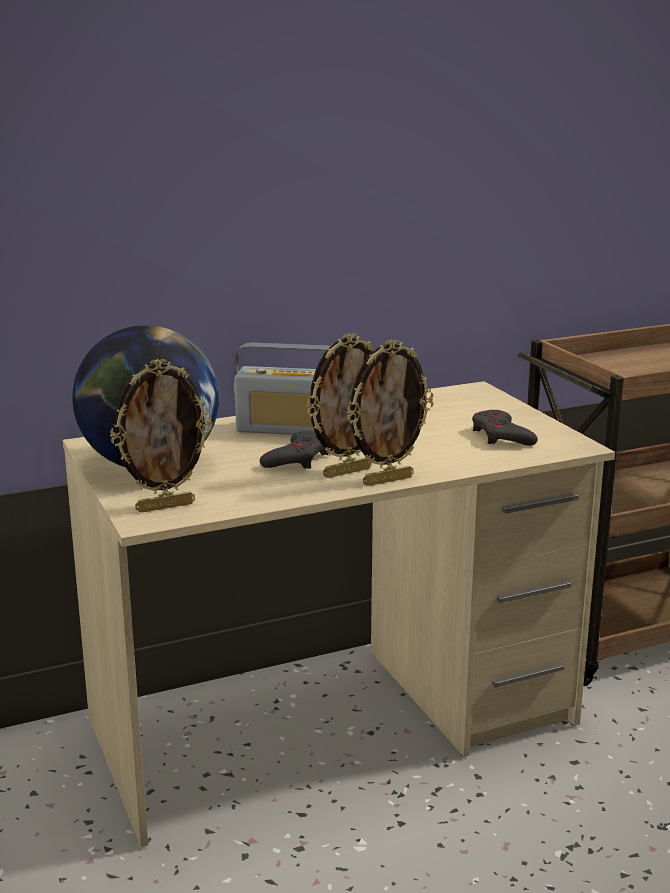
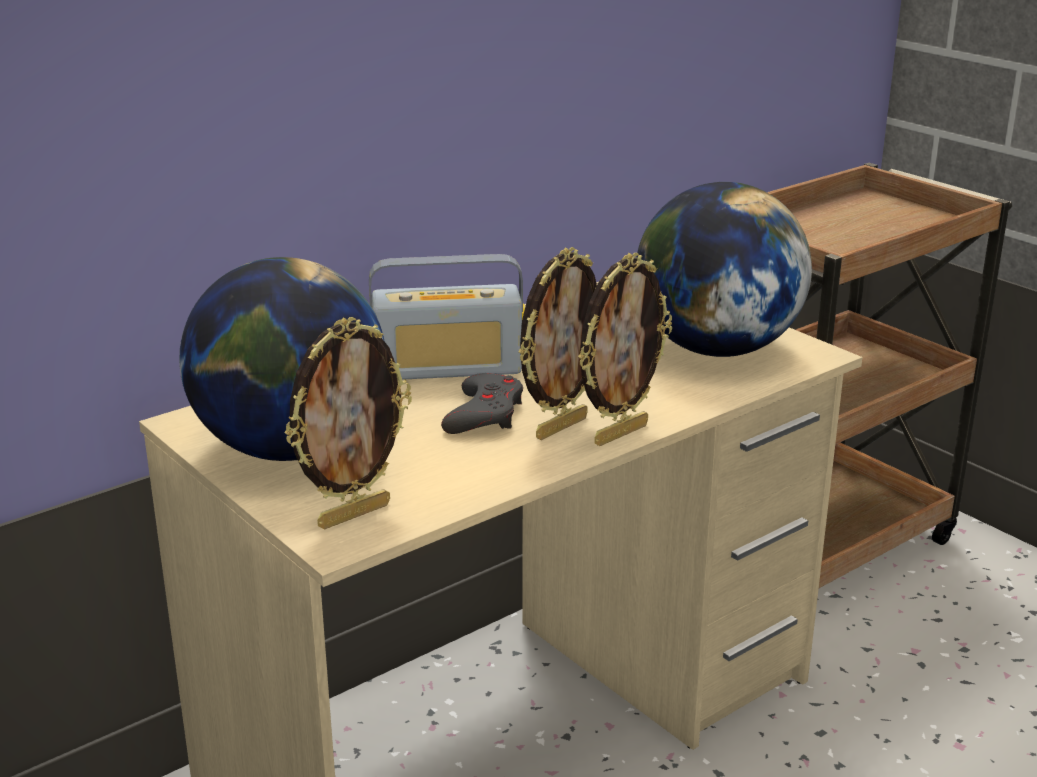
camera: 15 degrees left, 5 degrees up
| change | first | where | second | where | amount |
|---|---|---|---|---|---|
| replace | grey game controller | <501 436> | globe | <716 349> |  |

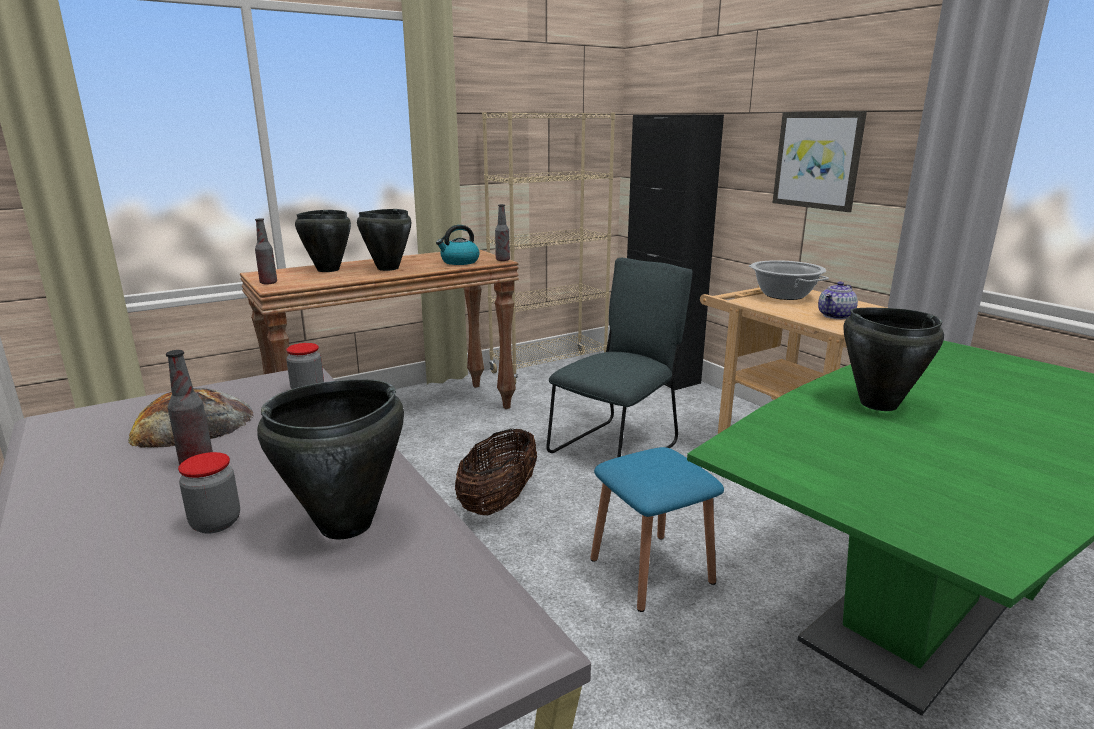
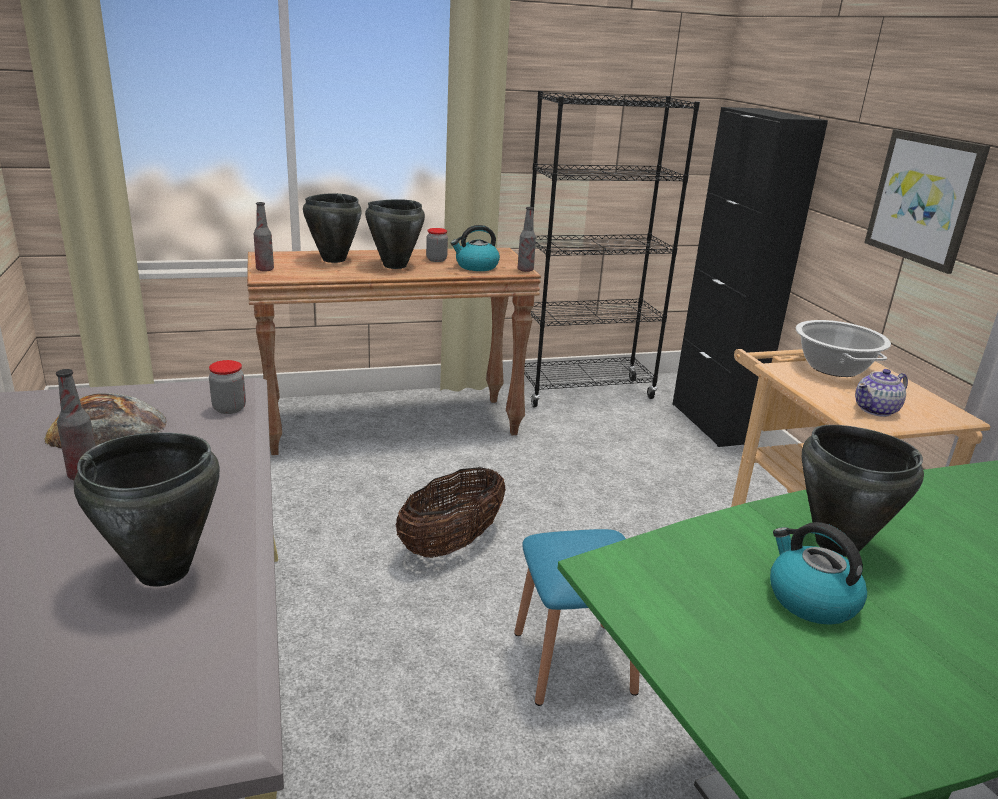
camera: 15 degrees right, 5 degrees up
| change | first | where | second | where | amount |
|---|---|---|---|---|---|
| recolor | beige bookcase | <549 368> | black bookcase | <585 393> |  |
| delete | grey chair | <617 447> |  |  |  |
| move | jar | <216 523> |  | <436 260> |  |
| insert |  |  | kettle | <810 599> |  |

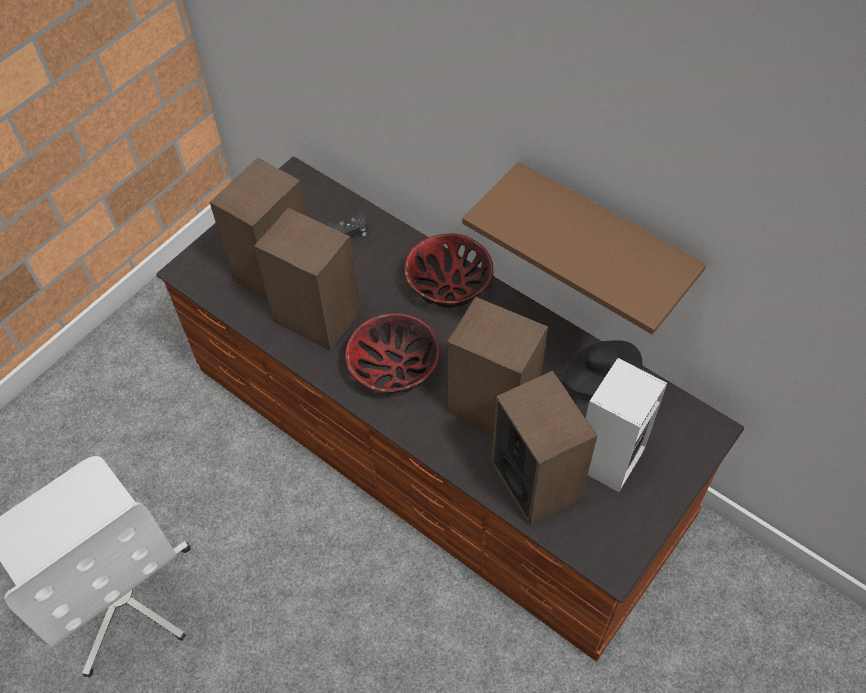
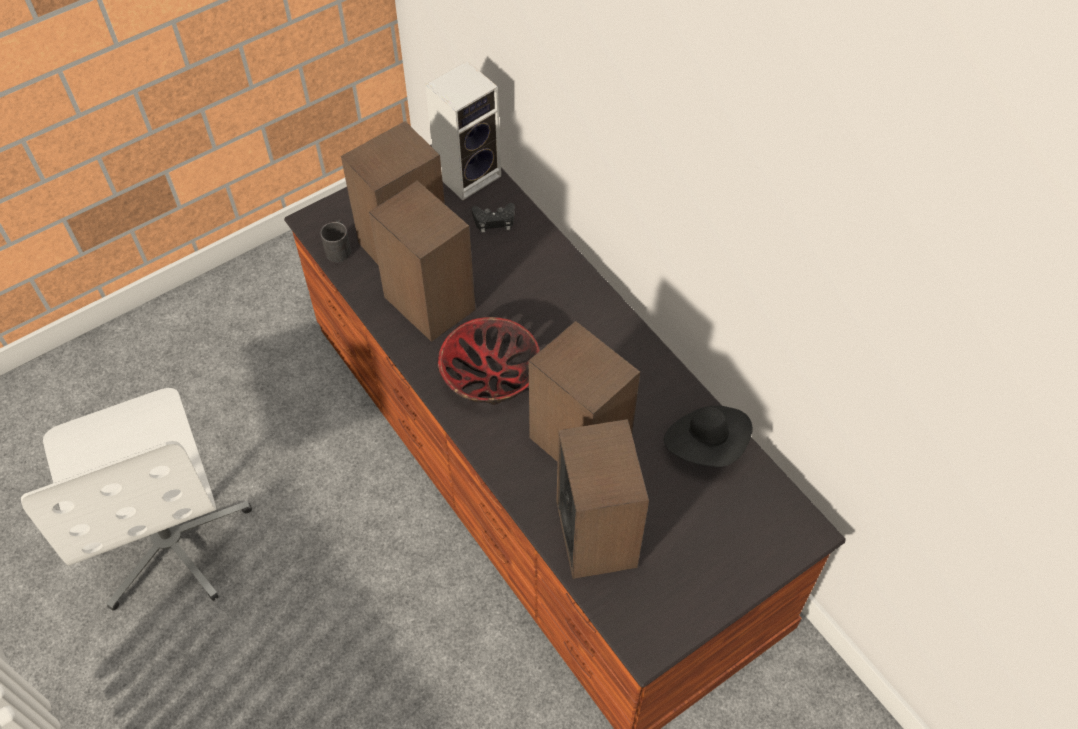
camera: 15 degrees right, 0 degrees up
| change | first | where | second | where | amount |
|---|---|---|---|---|---|
| delete | brown shelf | <603 237> |  |  |  |
| delete | bowl | <448 284> |  |  |  |
| move | speaker | <609 456> |  | <469 173> |  |
| insert |  |  | black mug | <339 247> |  |

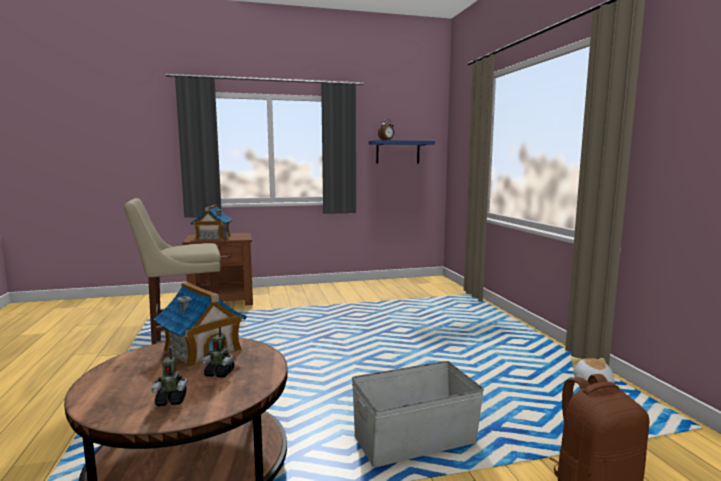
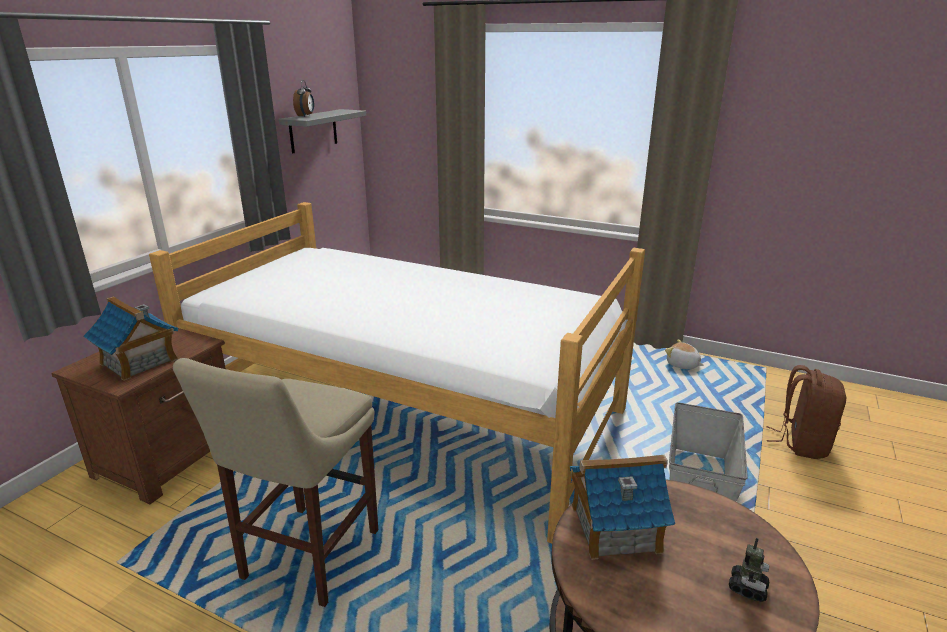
camera: 50 degrees left, 15 degrees up
| change | first | where | second | where | amount |
|---|---|---|---|---|---|
| recolor | blue shelf | <397 152> | grey shelf | <313 131> |  |
| delete | toy robot | <219 373> |  |  |  |
| insert |  |  | bed | <408 411> |  |

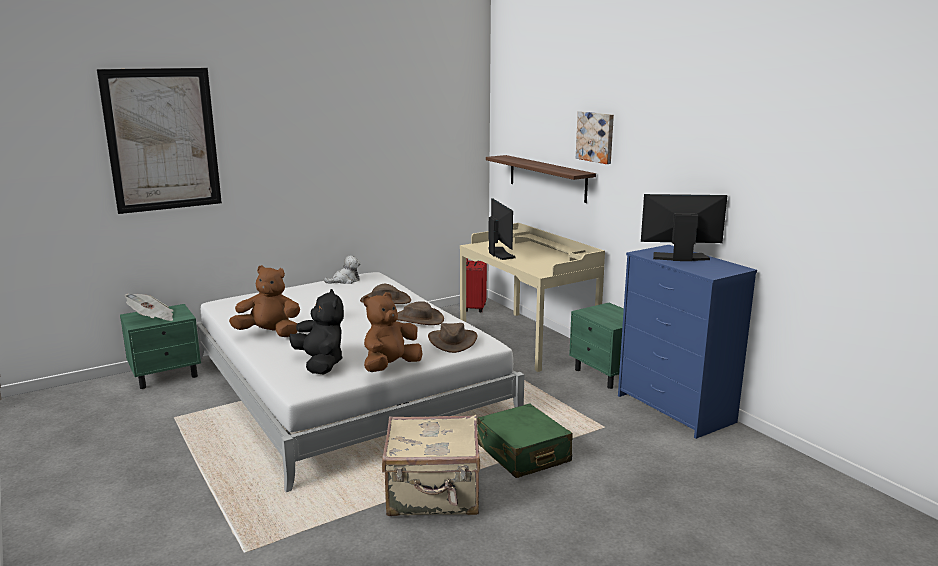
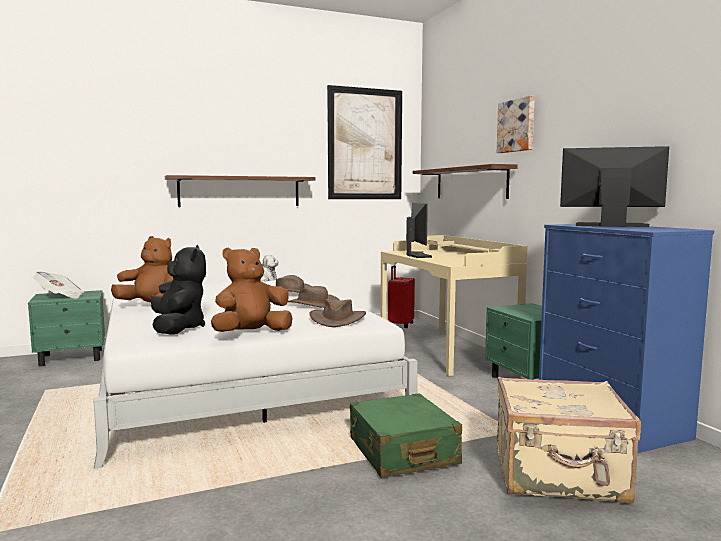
camera: 10 degrees right, 10 degrees down
| change | first | where | second | where | amount |
|---|---|---|---|---|---|
| move | picture | <162 140> |  | <365 144> |  |
| move | beige suitcase | <434 495> |  | <559 476> |  |
| insert |  |  | shelf | <240 191> |  |

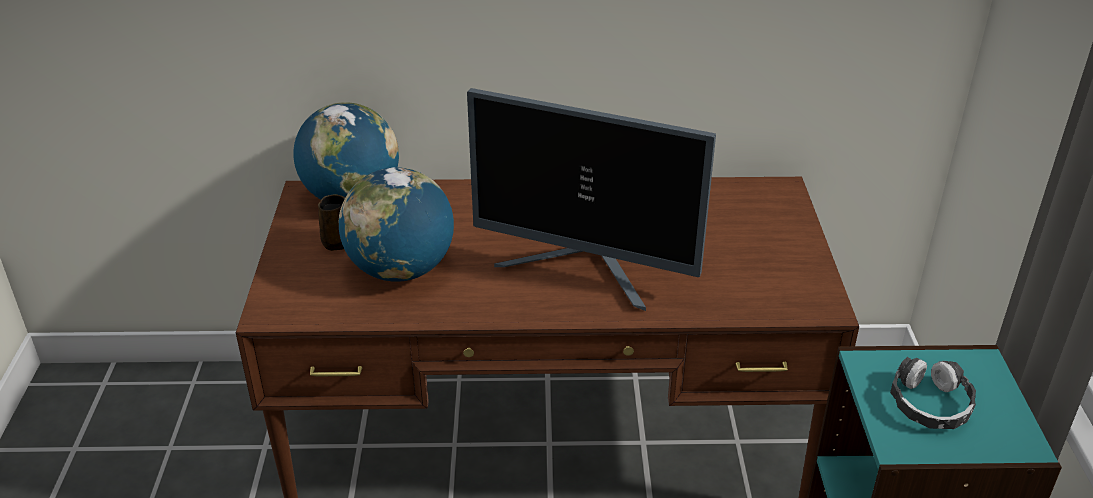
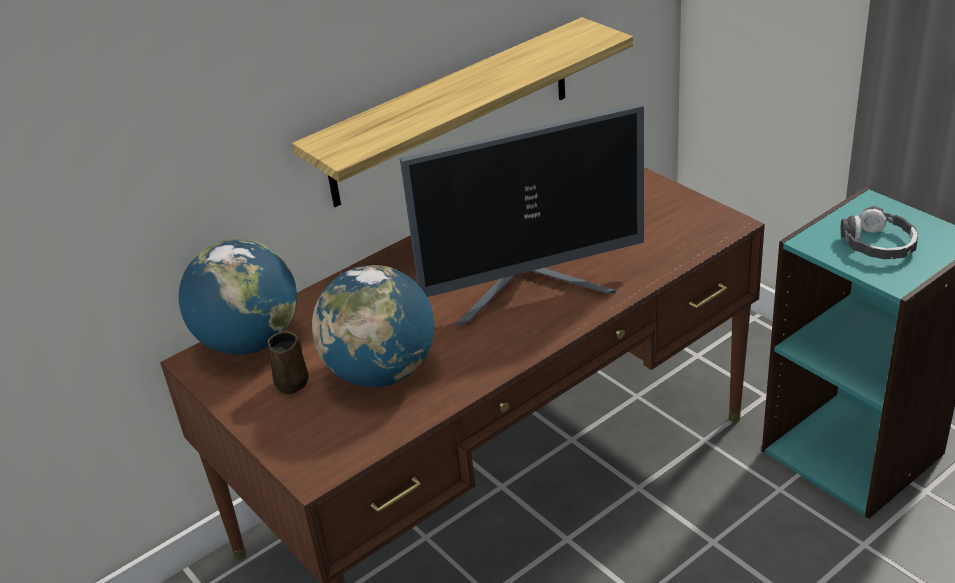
camera: 35 degrees left, 0 degrees up
| change | first | where | second | where | amount |
|---|---|---|---|---|---|
| insert |  |  | shelf | <451 112> |  |

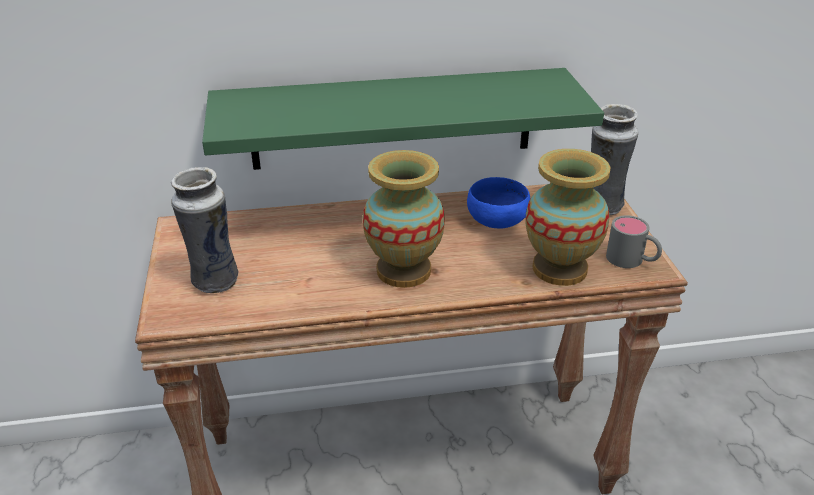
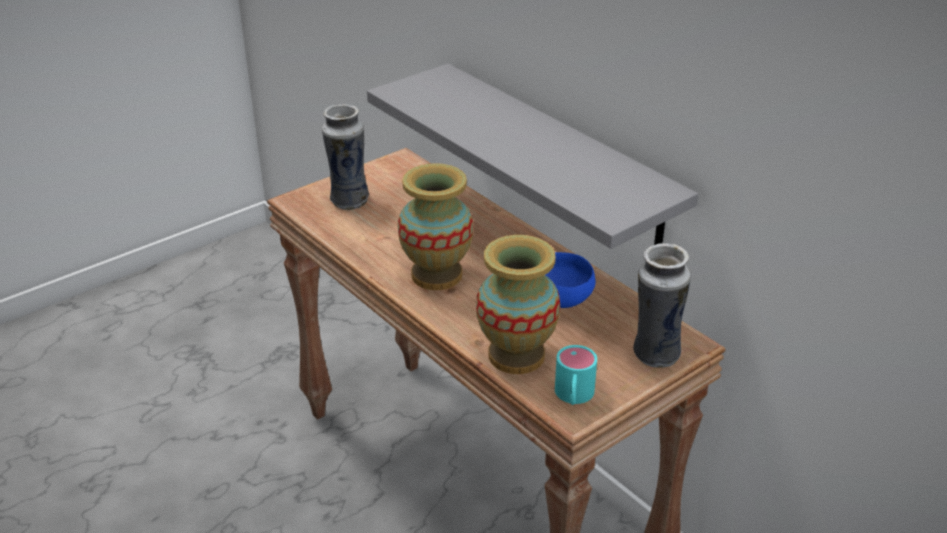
camera: 60 degrees right, 0 degrees up
| change | first | where | second | where | amount |
|---|---|---|---|---|---|
| recolor | green shelf | <392 119> | grey shelf | <557 160> |  |
| recolor | grey mug | <632 260> | turquoise mug | <573 397> |  |

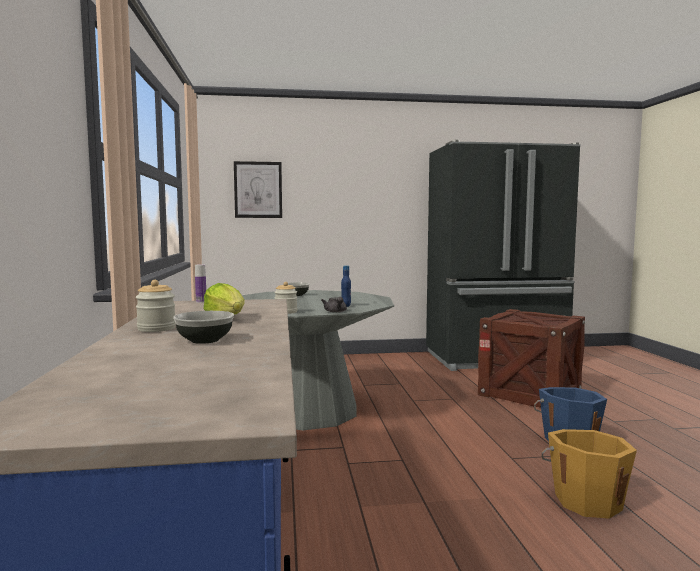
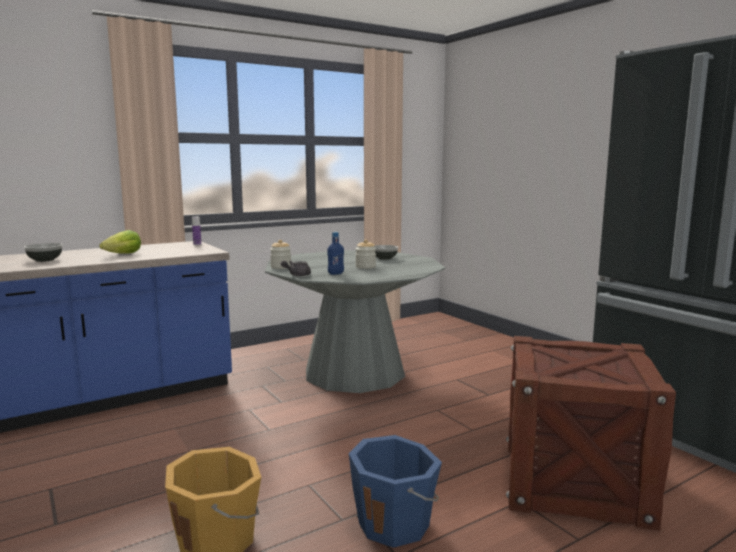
camera: 65 degrees right, 5 degrees up
| change | first | where | second | where | amount |
|---|---|---|---|---|---|
| delete | picture | <258 190> |  |  |  |
| move | jar | <156 328> |  | <365 267> |  |

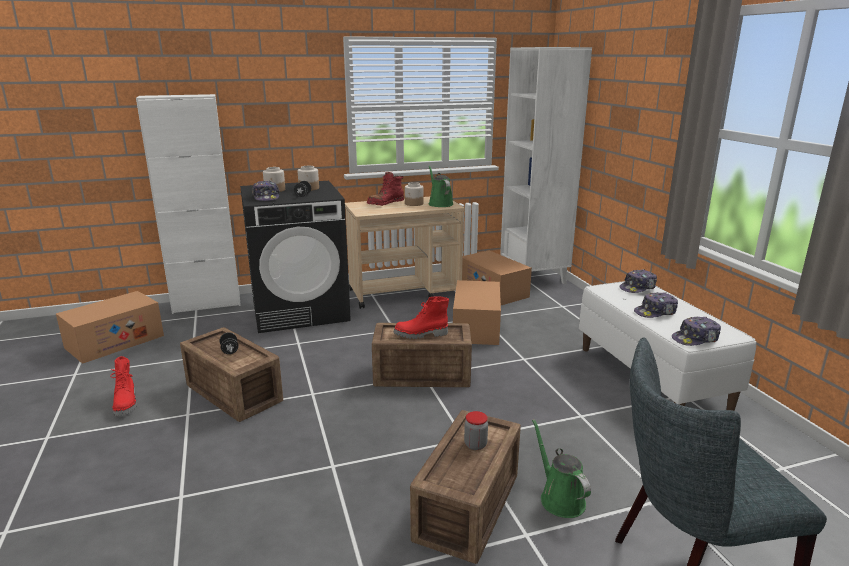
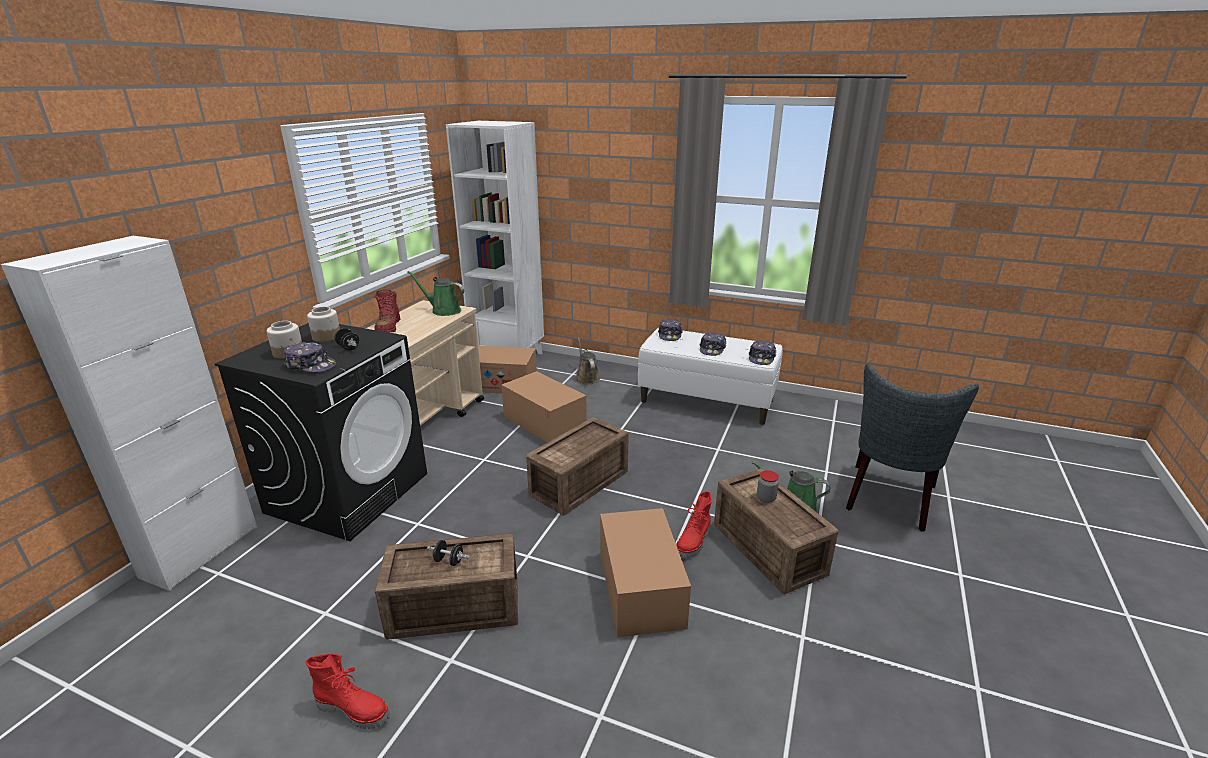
camera: 50 degrees left, 5 degrees up
| change | first | where | second | where | amount |
|---|---|---|---|---|---|
| delete | jar | <414 204> |  |  |  |
| move | cardboard box | <115 341> |  | <640 588> |  |
| move | red boot | <421 334> |  | <694 542> |  |
| insert |  |  | brown watering can | <586 377> |  |

